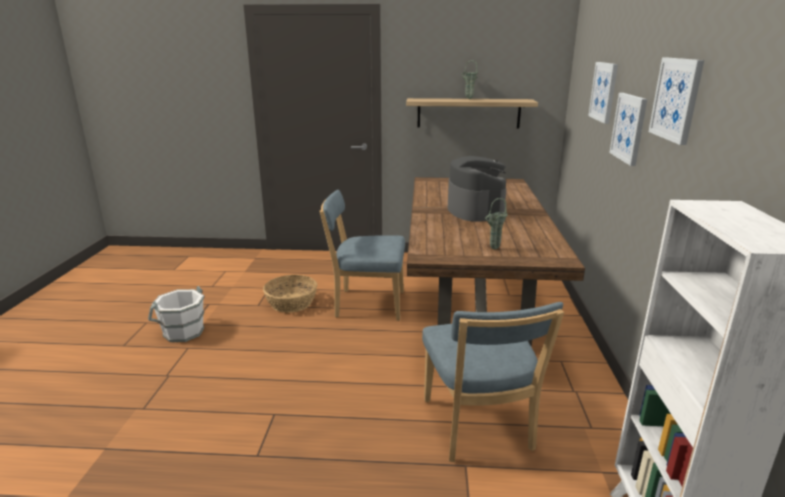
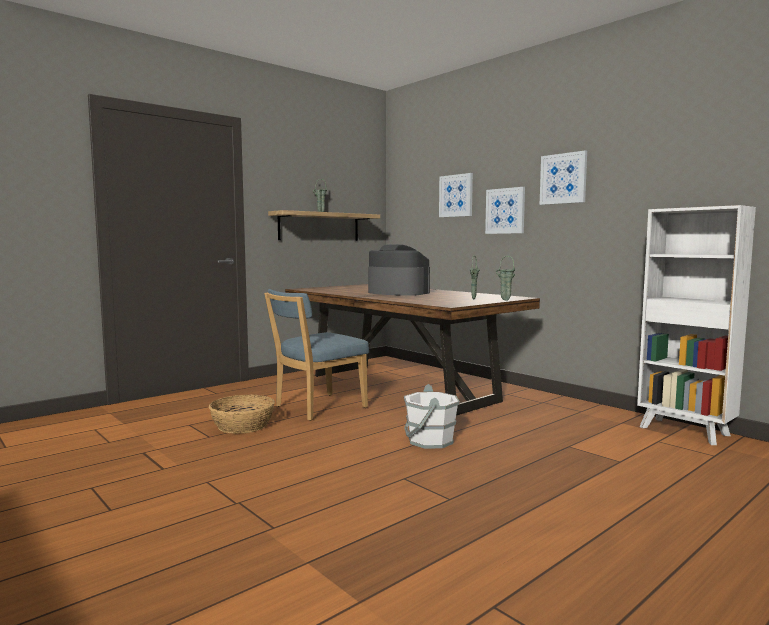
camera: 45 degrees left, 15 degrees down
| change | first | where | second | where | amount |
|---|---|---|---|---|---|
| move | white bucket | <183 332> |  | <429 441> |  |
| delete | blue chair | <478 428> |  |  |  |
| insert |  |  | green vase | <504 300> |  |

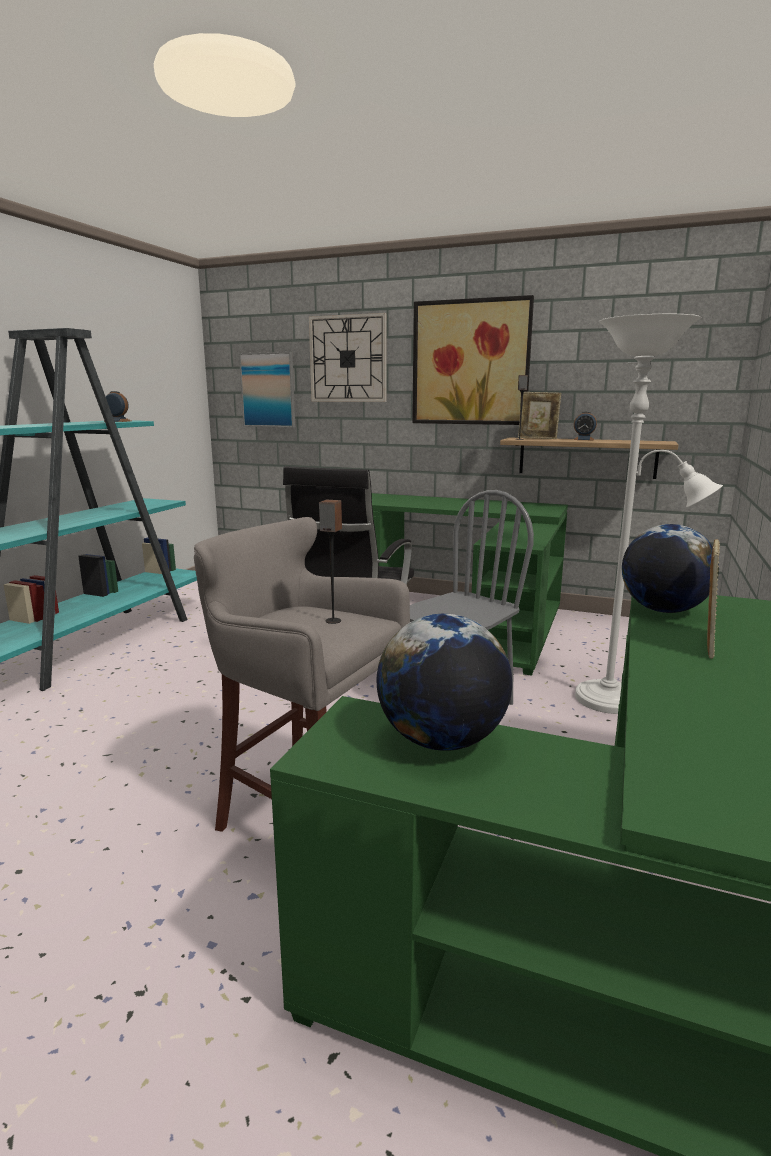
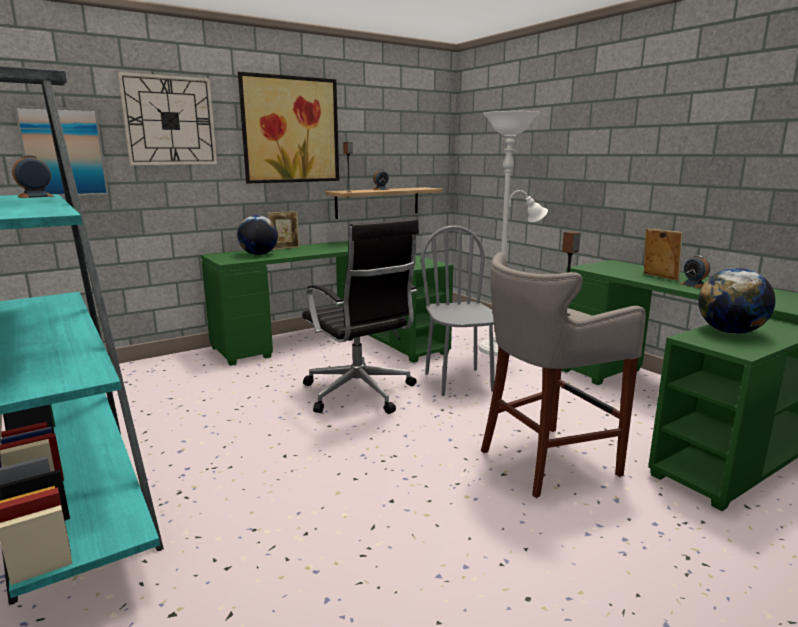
camera: 55 degrees left, 0 degrees up
| change | first | where | second | where | amount |
|---|---|---|---|---|---|
| move | picture frame | <537 438> |  | <285 248> |  |
| move | globe | <663 610> |  | <259 254> |  |
| insert |  |  | alarm clock | <694 285> |  |

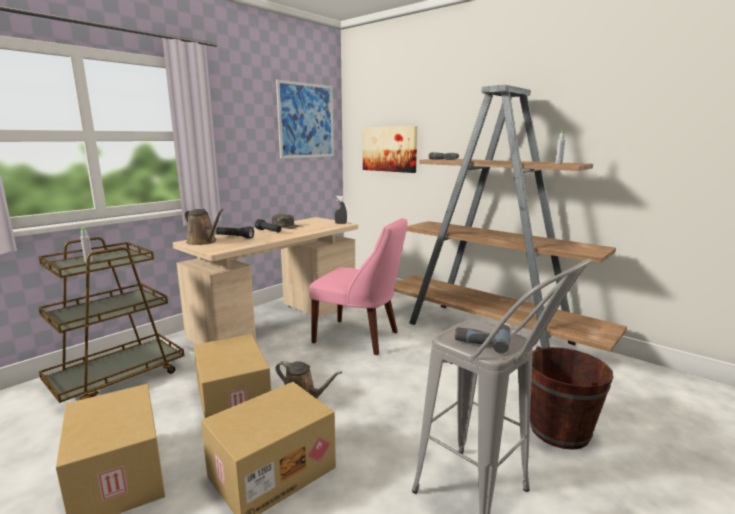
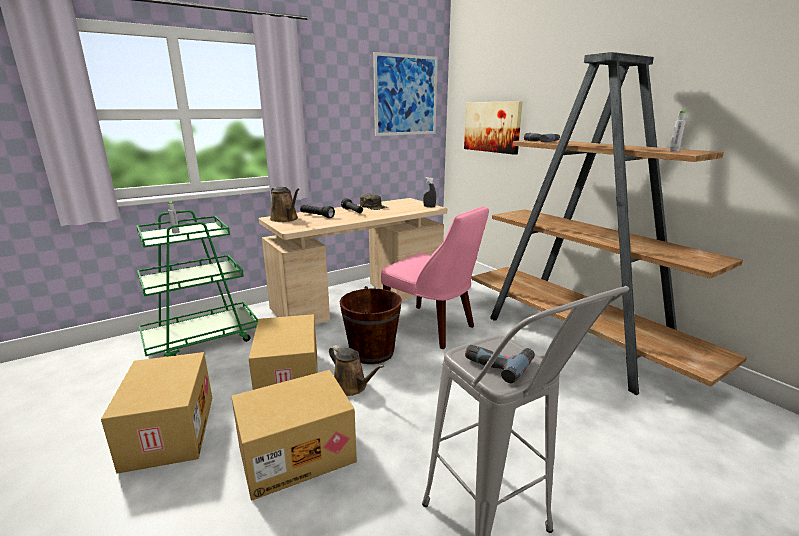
camera: 15 degrees right, 5 degrees up
| change | first | where | second | where | amount |
|---|---|---|---|---|---|
| recolor | brown cart | <118 378> | green cart | <202 339> |  |
| move | brown bucket | <559 430> |  | <372 352> |  |

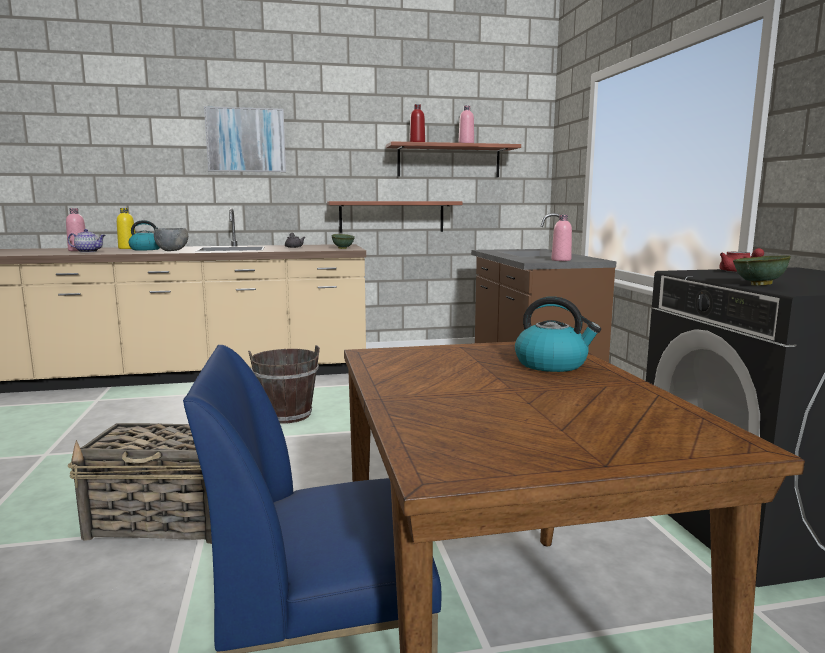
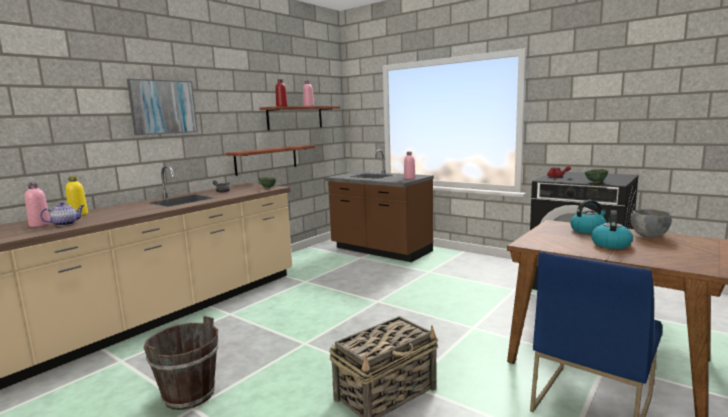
camera: 40 degrees left, 0 degrees up
| change | first | where | second | where | amount |
|---|---|---|---|---|---|
| move | kettle | <146 249> |  | <610 244> |  |
| move | grey bowl | <172 250> |  | <648 236> |  |
| move | brown bucket | <287 415> |  | <189 394> |  |

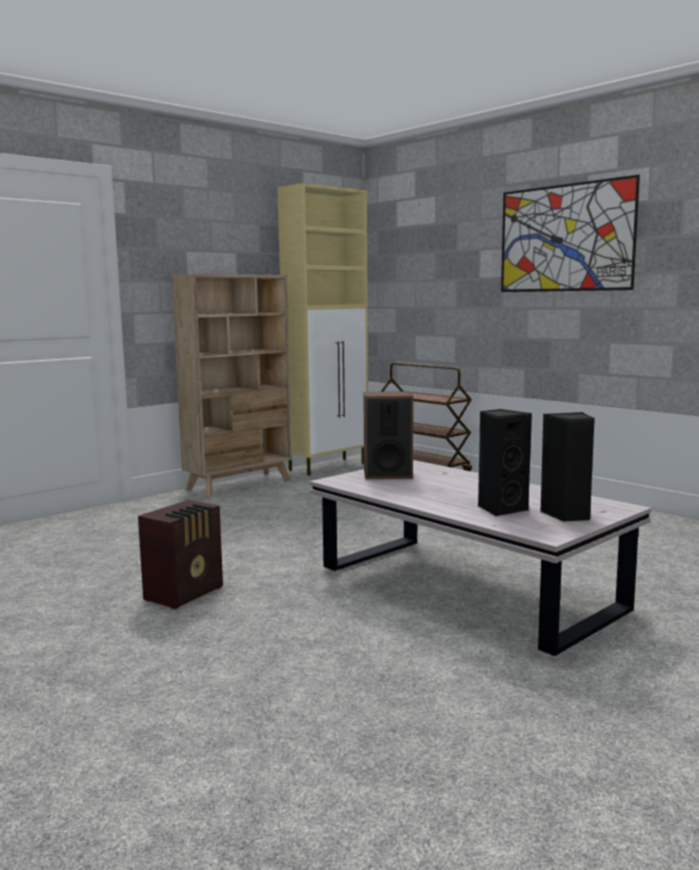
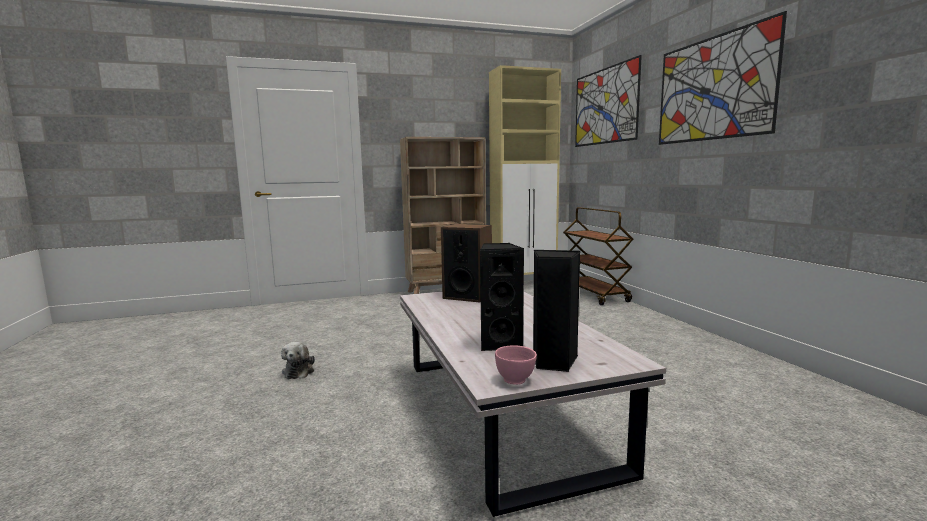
camera: 25 degrees right, 0 degrees up
| change | first | where | second | where | amount |
|---|---|---|---|---|---|
| replace | radio | <186 593> | plush toy | <299 371> |  |
| insert |  |  | picture | <605 106> |  |
| insert |  |  | pink bowl | <515 380> |  |

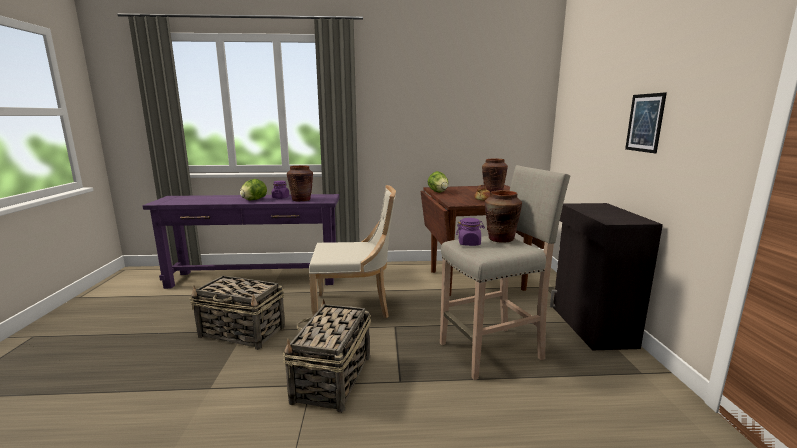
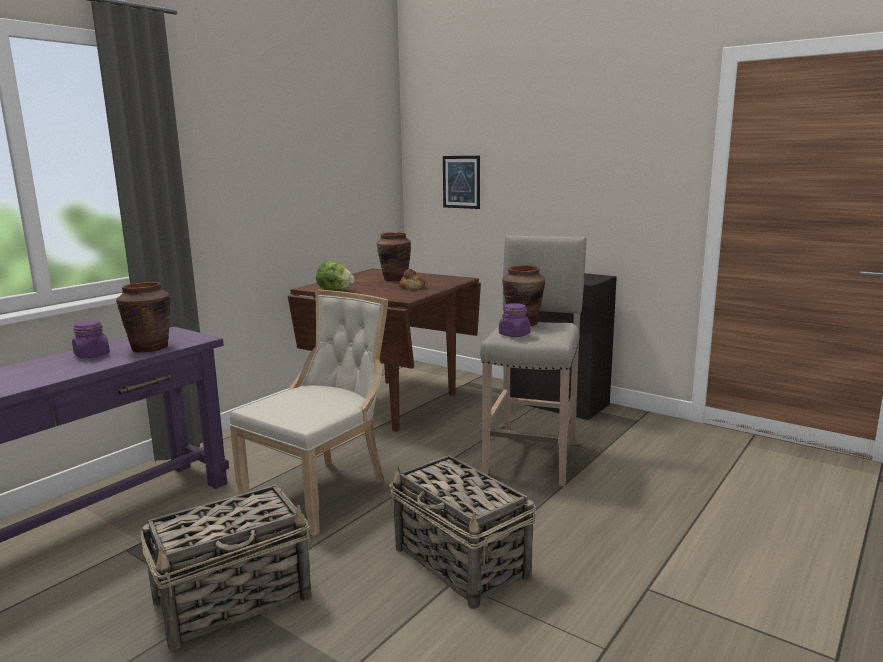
camera: 50 degrees left, 0 degrees up
| change | first | where | second | where | amount |
|---|---|---|---|---|---|
| move | picture | <645 123> |  | <461 182> |  |
| delete | lettuce | <253 200> |  |  |  |

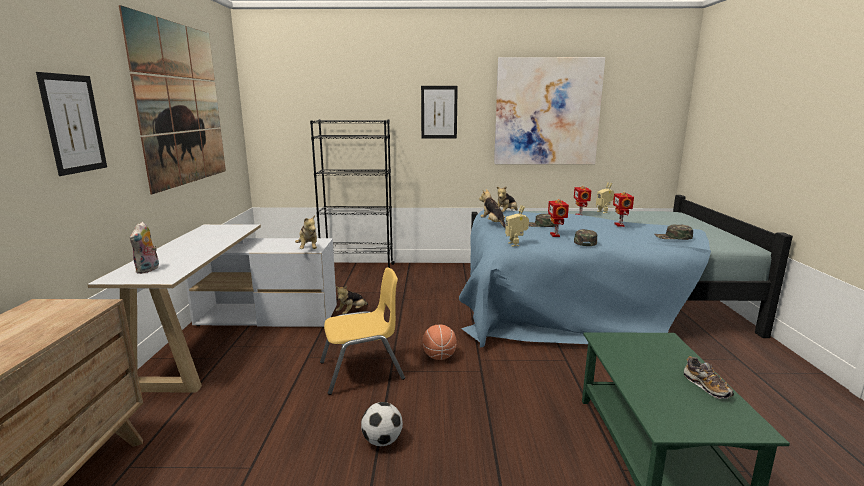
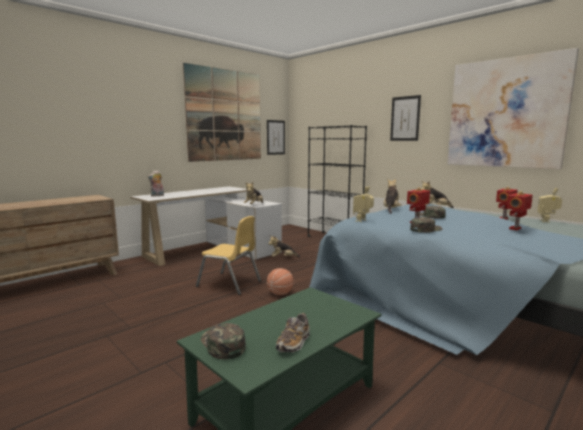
camera: 45 degrees right, 5 degrees down
| change | first | where | second | where | amount |
|---|---|---|---|---|---|
| move | picture | <73 124> |  | <275 137> |  |
| move | green cap | <673 237> |  | <222 345> |  |
| delete | football | <382 441> |  |  |  |

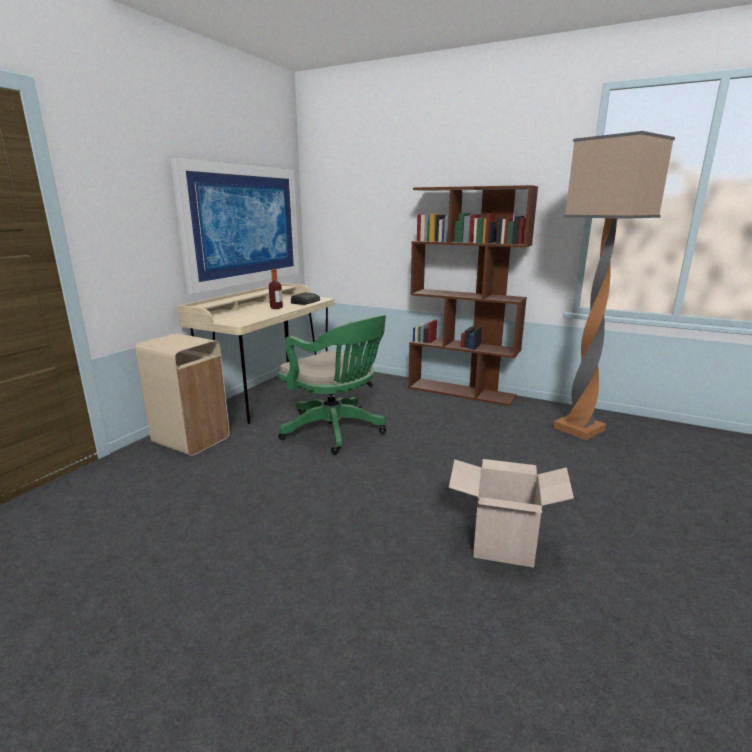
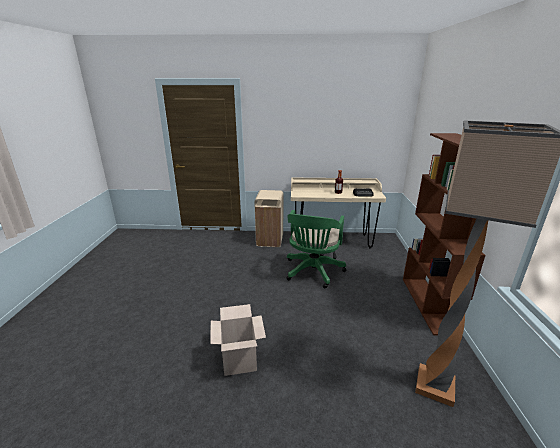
camera: 65 degrees right, 5 degrees up
| change | first | where | second | where | amount |
|---|---|---|---|---|---|
| delete | picture | <243 225> |  |  |  |

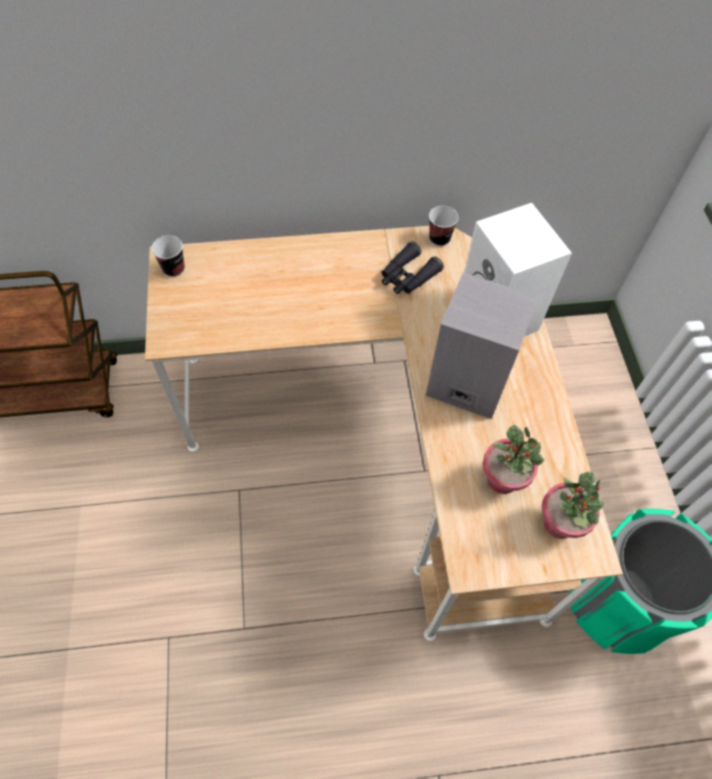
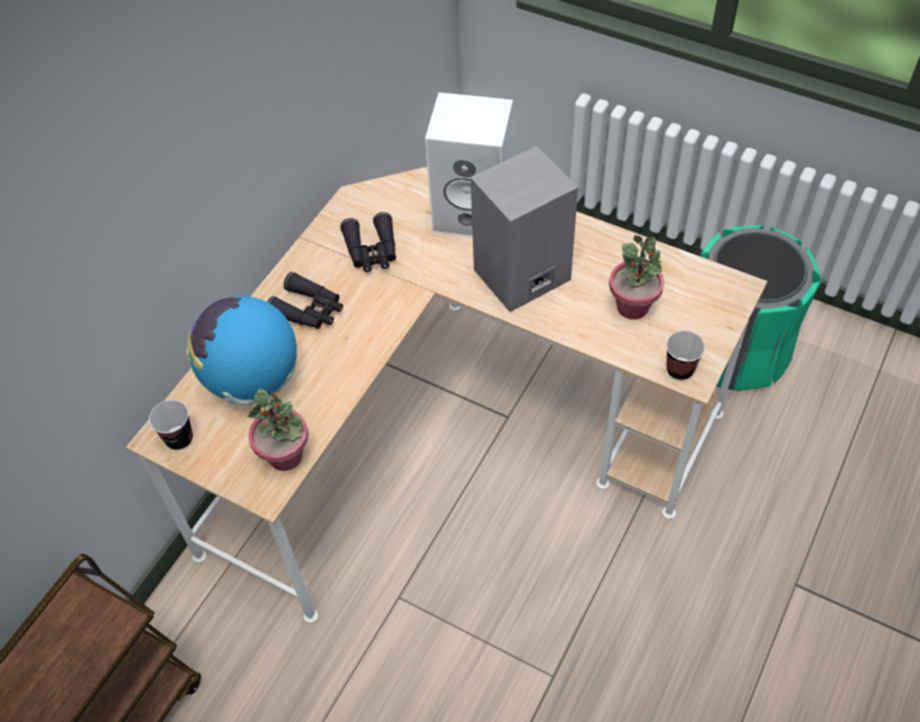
camera: 50 degrees left, 5 degrees down
| change | first | where | second | where | amount |
|---|---|---|---|---|---|
| move | cup | <439 239> |  | <680 370> |  |
| move | potted plant | <559 523> |  | <286 456> |  |
| insert |  |  | black binoculars | <309 310> |  |
| insert |  |  | globe | <253 379> |  |

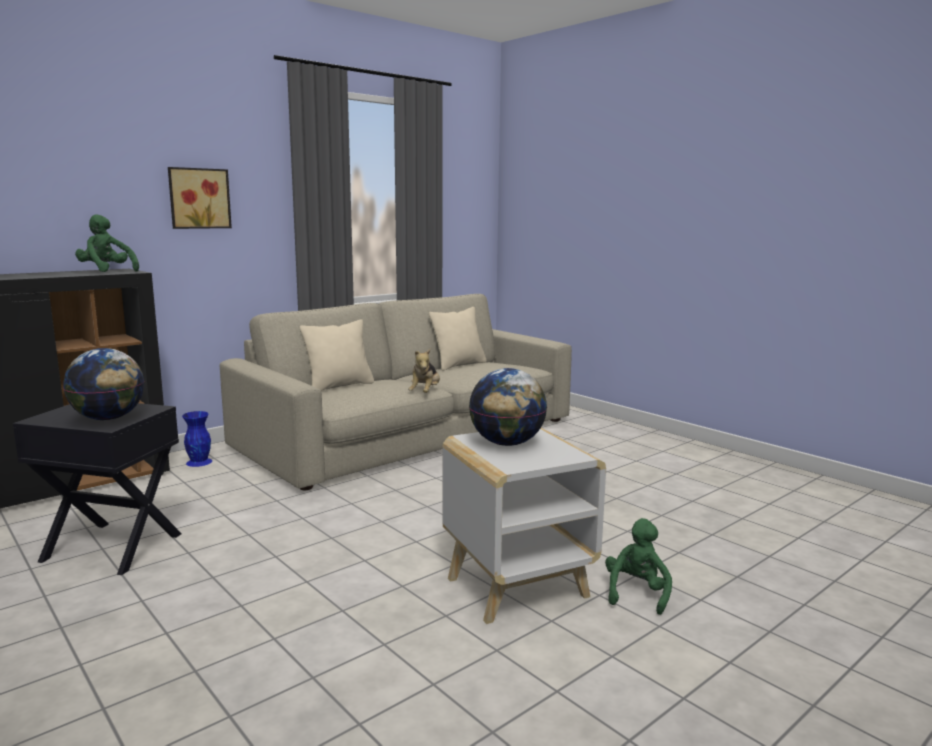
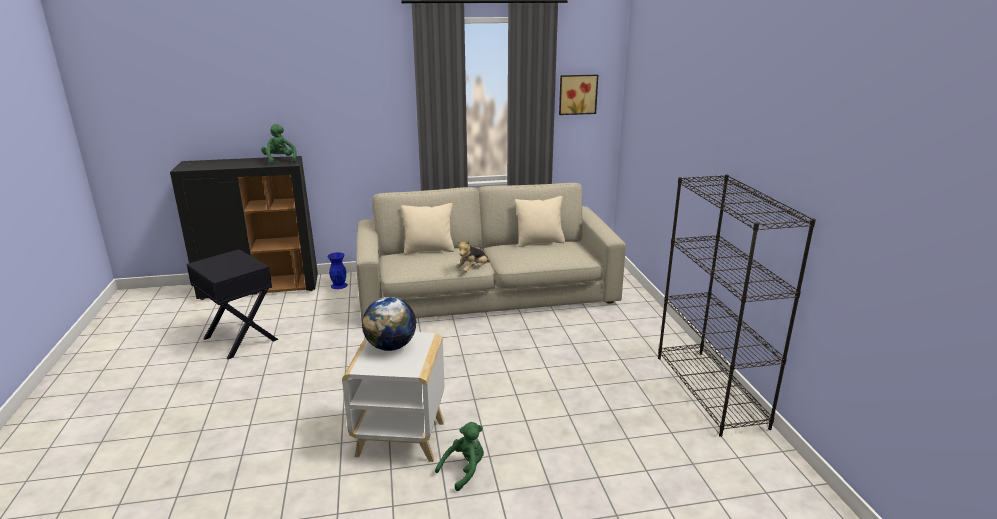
camera: 30 degrees right, 10 degrees up
| change | first | where | second | where | amount |
|---|---|---|---|---|---|
| move | picture | <199 198> |  | <577 94> |  |
| delete | globe | <108 418> |  |  |  |
| insert |  |  | black bookcase | <710 391> |  |

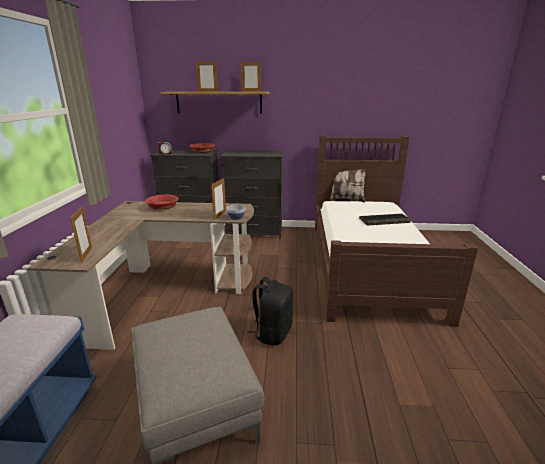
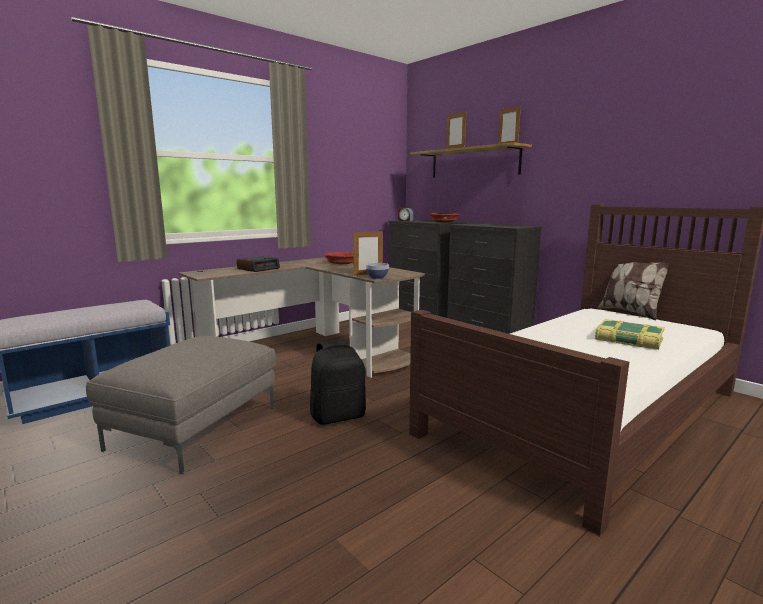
camera: 45 degrees right, 10 degrees down
| change | first | where | second | where | amount |
|---|---|---|---|---|---|
| delete | picture frame | <86 254> |  |  |  |
| replace | keyboard | <384 220> | book | <628 340> |  |
| insert |  |  | alarm clock | <258 268> |  |

